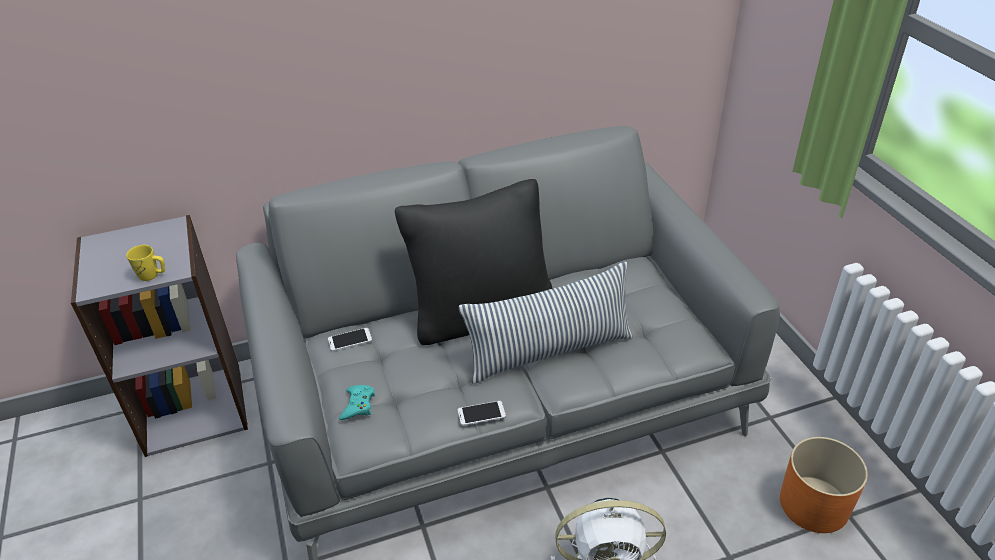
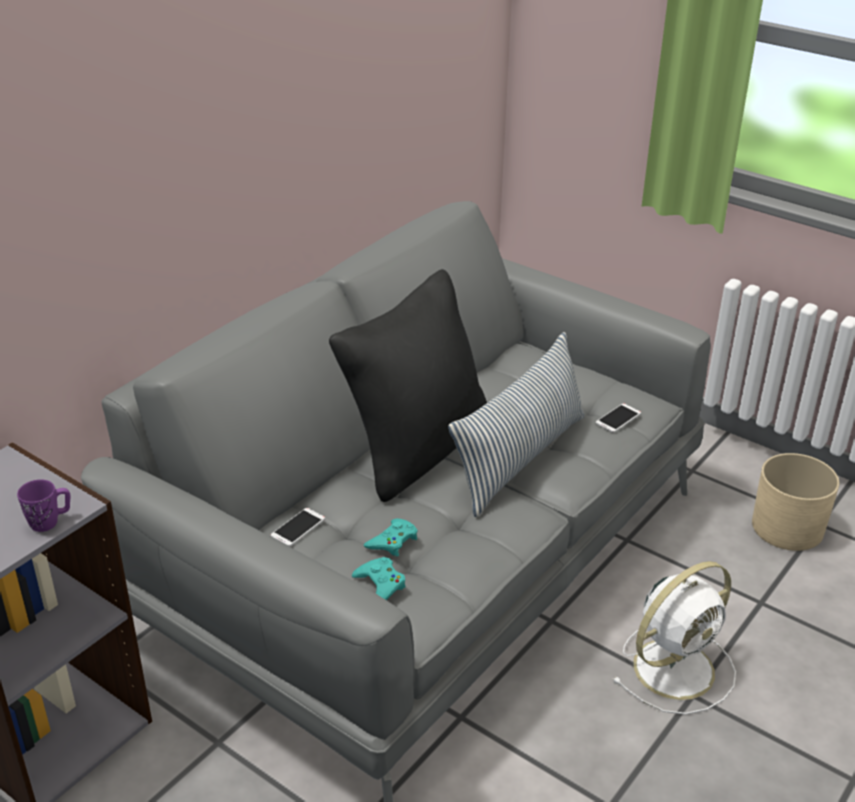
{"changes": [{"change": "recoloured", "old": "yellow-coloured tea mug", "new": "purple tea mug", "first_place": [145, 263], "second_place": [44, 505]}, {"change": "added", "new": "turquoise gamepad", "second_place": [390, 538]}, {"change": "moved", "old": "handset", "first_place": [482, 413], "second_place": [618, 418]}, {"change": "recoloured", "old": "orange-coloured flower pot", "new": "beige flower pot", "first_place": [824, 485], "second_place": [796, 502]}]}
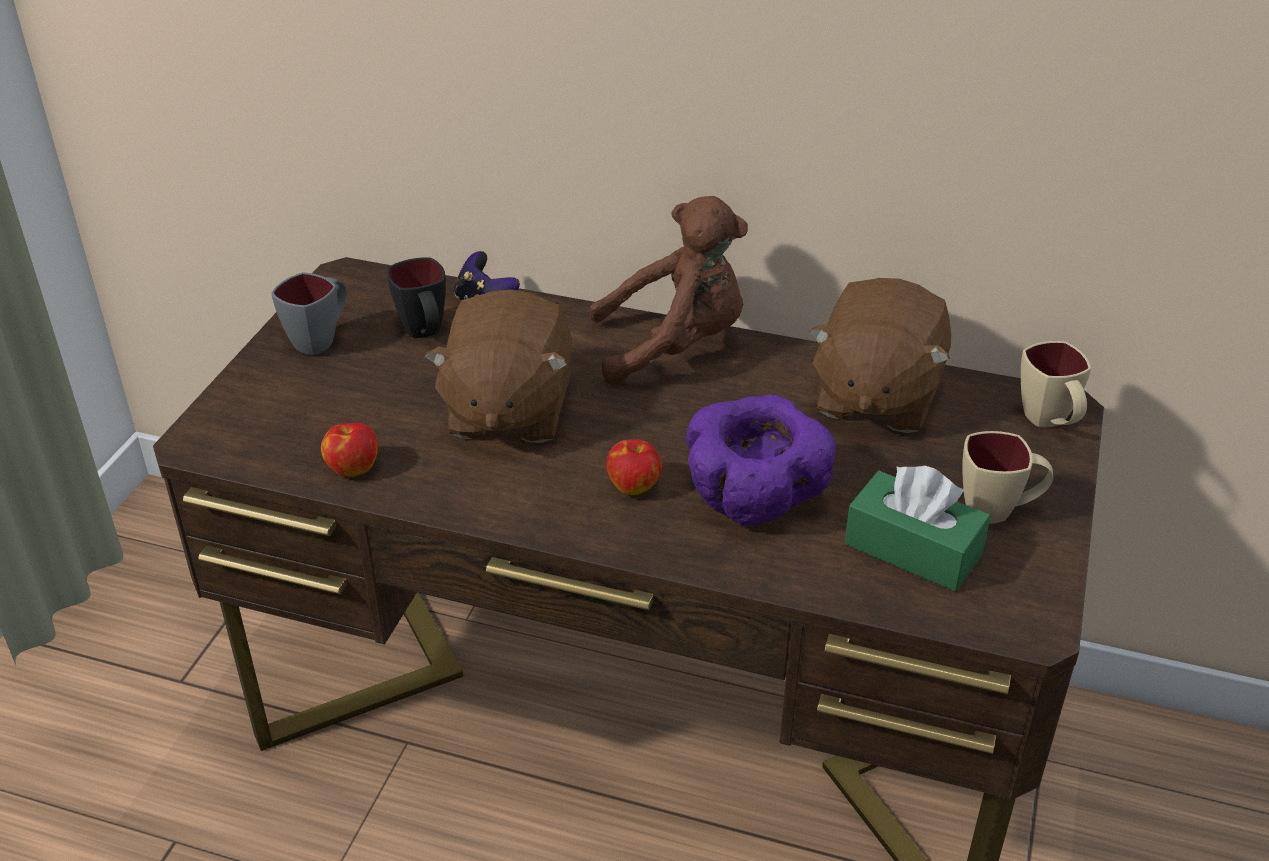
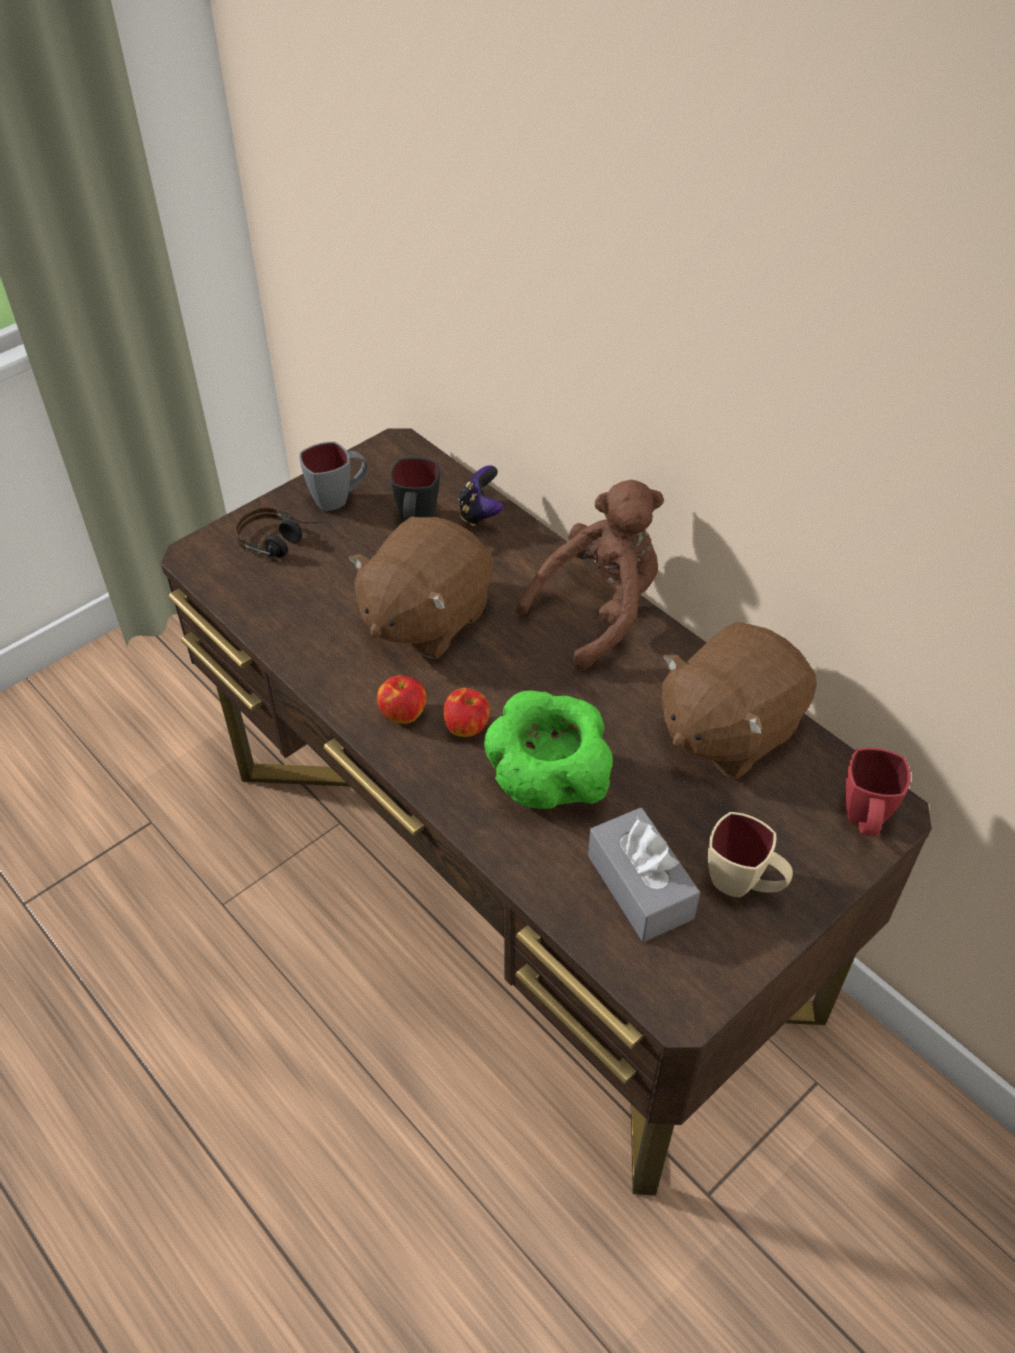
{"changes": [{"change": "added", "new": "headset", "second_place": [284, 532]}, {"change": "moved", "old": "apple fruit", "first_place": [349, 450], "second_place": [401, 699]}, {"change": "recoloured", "old": "purple serving bowl", "new": "green-coloured serving bowl", "first_place": [761, 460], "second_place": [548, 749]}, {"change": "turned", "old": "brown cuddly toy", "first_place": [668, 290], "second_place": [590, 575], "degrees": -60}, {"change": "recoloured", "old": "green-coloured box of tissues", "new": "grey box of tissues", "first_place": [918, 529], "second_place": [644, 874]}, {"change": "recoloured", "old": "beige tea mug", "new": "reddish tea mug", "first_place": [1056, 384], "second_place": [878, 792]}]}
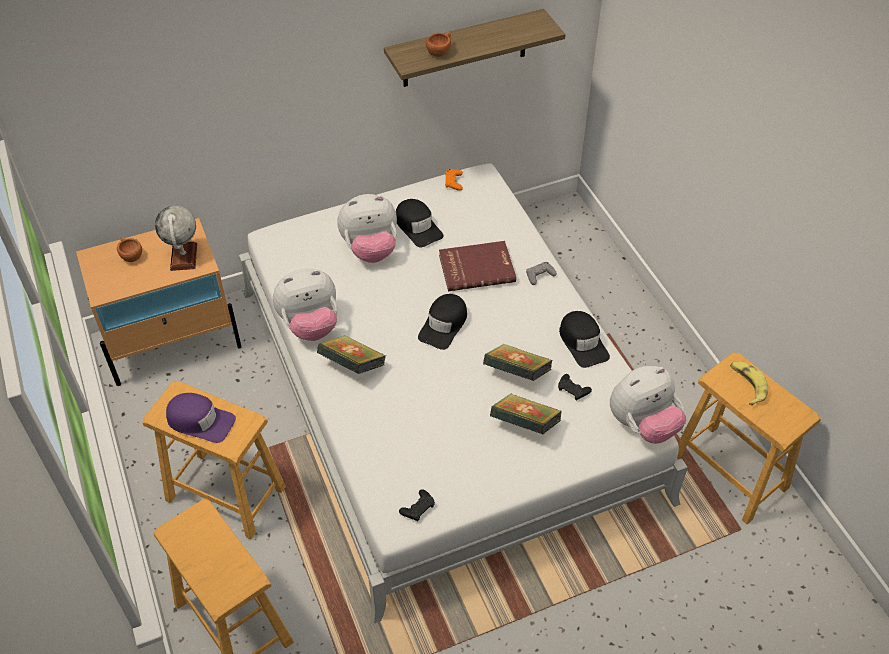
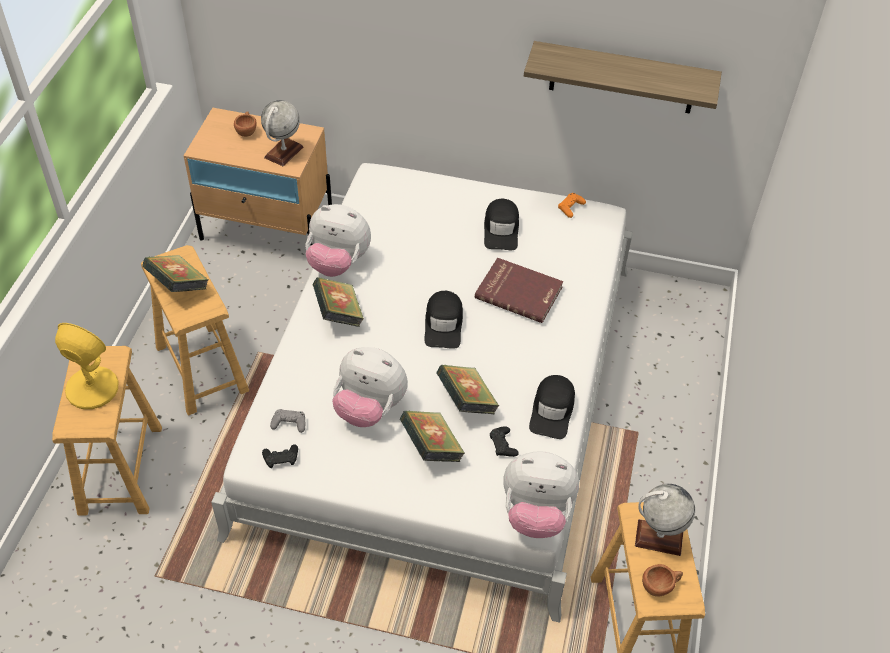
{"changes": [{"change": "added", "new": "yellow-coloured lamp for a table", "second_place": [87, 366]}, {"change": "replaced", "old": "purple baseball cap", "new": "book", "first_place": [201, 418], "second_place": [175, 273]}, {"change": "moved", "old": "grey gamepad", "first_place": [541, 273], "second_place": [287, 421]}, {"change": "moved", "old": "cuddly toy", "first_place": [367, 228], "second_place": [369, 387]}, {"change": "turned", "old": "black-coloured baseball cap", "first_place": [442, 322], "second_place": [443, 320], "degrees": -60}, {"change": "replaced", "old": "banana", "new": "desk globe", "first_place": [749, 383], "second_place": [665, 520]}, {"change": "moved", "old": "brown cup", "first_place": [438, 44], "second_place": [662, 580]}]}
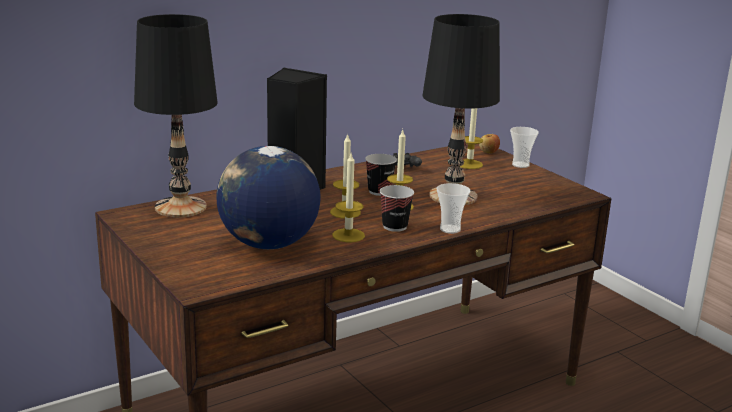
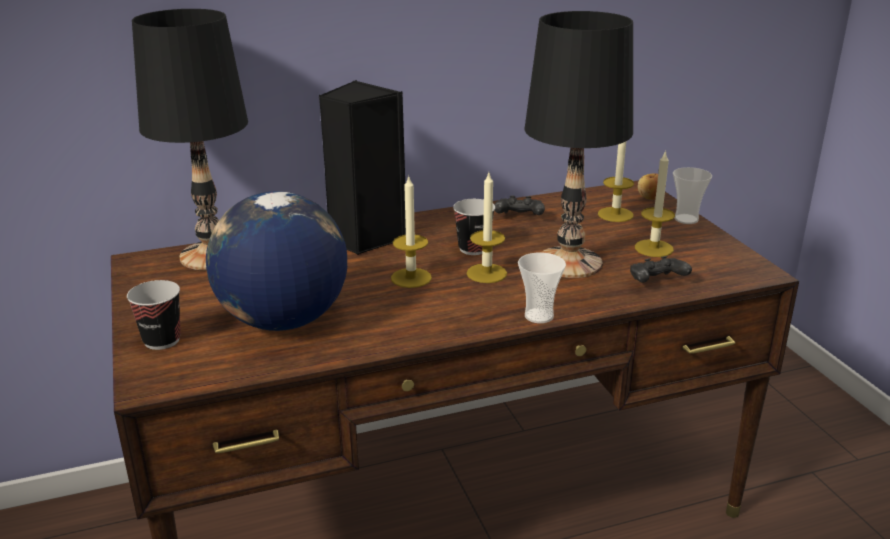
{"changes": [{"change": "moved", "old": "cup", "first_place": [397, 208], "second_place": [154, 315]}, {"change": "added", "new": "black-coloured gamepad", "second_place": [661, 269]}, {"change": "moved", "old": "wax light", "first_place": [348, 198], "second_place": [655, 203]}]}
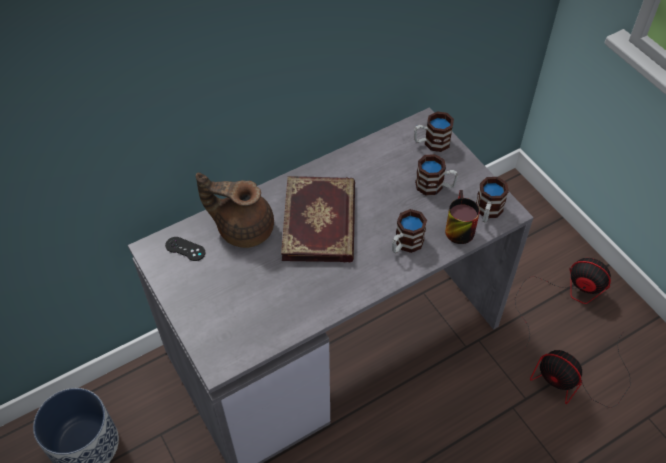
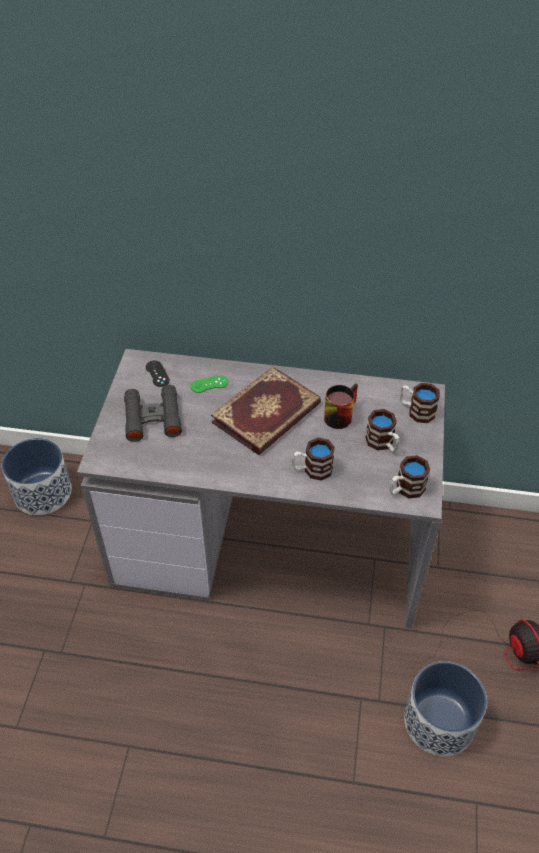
{"changes": [{"change": "added", "new": "black-coloured pair of binoculars", "second_place": [153, 413]}, {"change": "replaced", "old": "brown pot for tea", "new": "green-coloured gamepad", "first_place": [235, 210], "second_place": [209, 384]}, {"change": "moved", "old": "tea mug", "first_place": [462, 217], "second_place": [341, 406]}, {"change": "replaced", "old": "cooling fan", "new": "flower pot", "first_place": [580, 369], "second_place": [445, 709]}]}
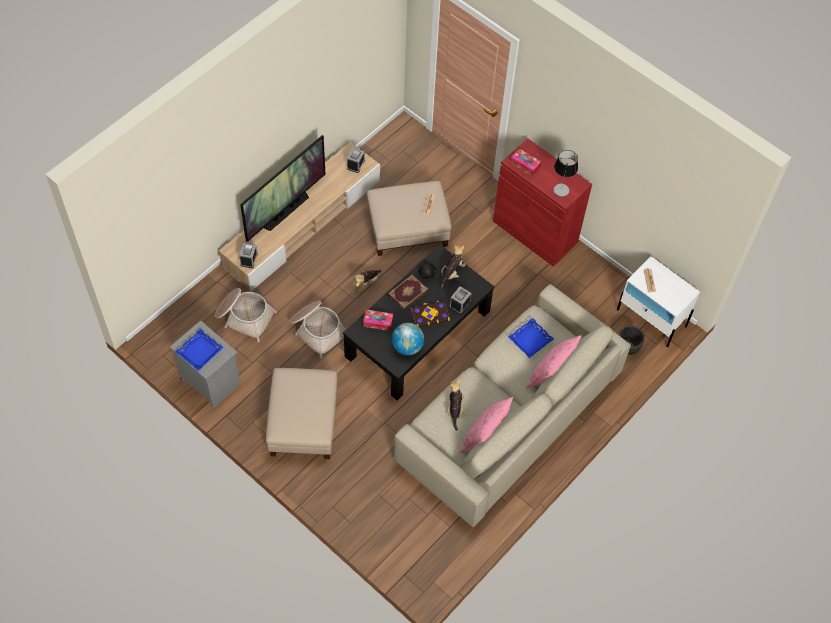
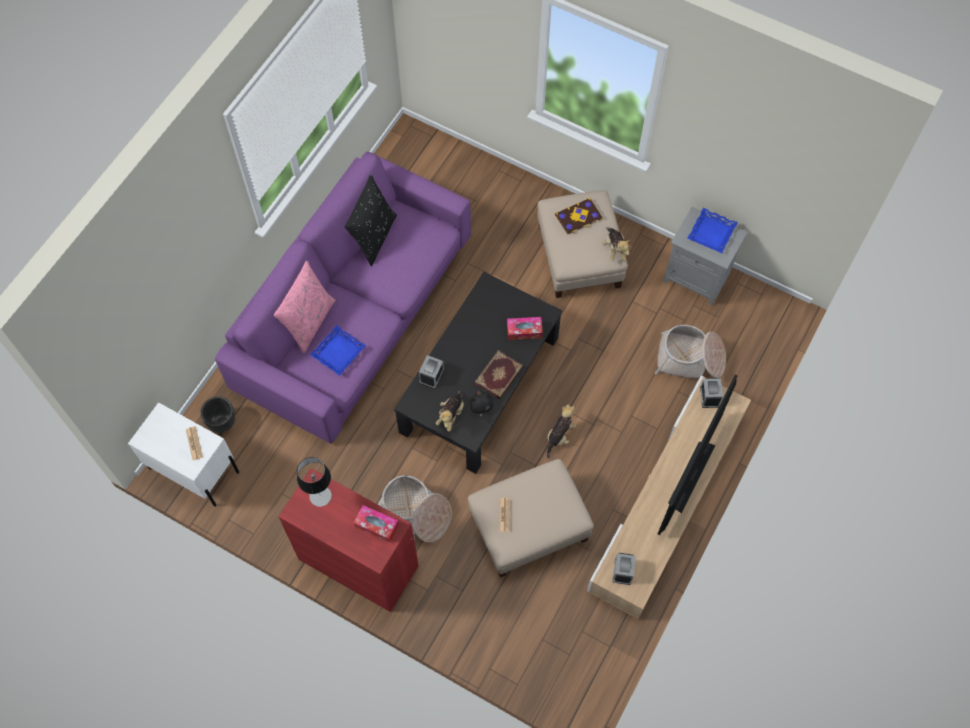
{"changes": [{"change": "recoloured", "old": "beige settee", "new": "purple settee", "first_place": [512, 405], "second_place": [343, 297]}, {"change": "recoloured", "old": "pinkish cushion", "new": "black-coloured cushion", "first_place": [487, 425], "second_place": [370, 220]}, {"change": "moved", "old": "basket", "first_place": [317, 330], "second_place": [415, 509]}, {"change": "moved", "old": "book", "first_place": [430, 314], "second_place": [578, 216]}, {"change": "moved", "old": "cuddly toy", "first_place": [456, 405], "second_place": [616, 244]}, {"change": "removed", "old": "desk globe", "first_place": [408, 339]}]}
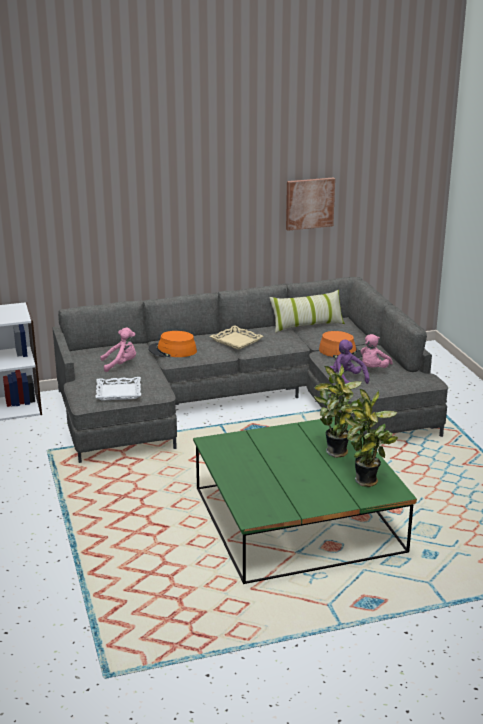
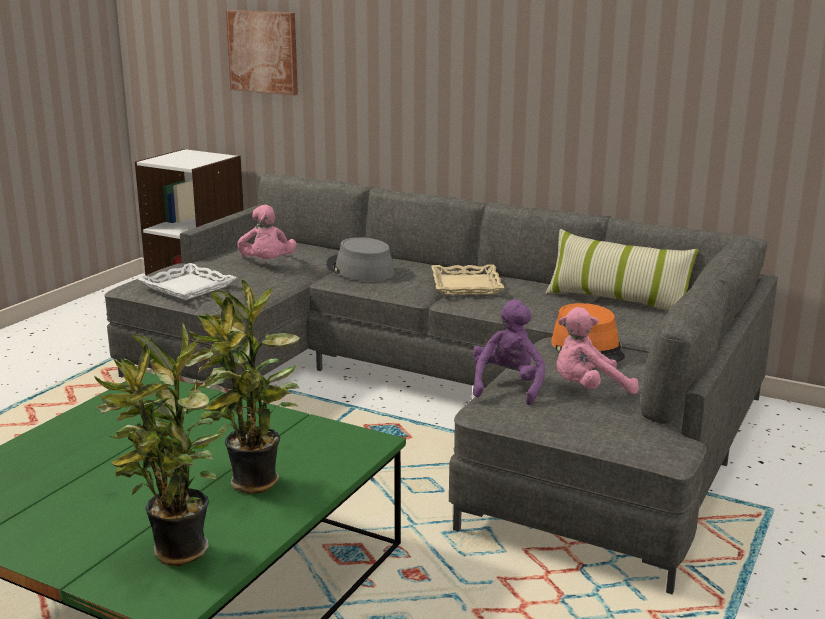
{"changes": [{"change": "moved", "old": "picture", "first_place": [310, 204], "second_place": [262, 52]}, {"change": "turned", "old": "pinkish cuddly toy", "first_place": [118, 350], "second_place": [267, 232], "degrees": 45}, {"change": "recoloured", "old": "orange-coloured hat", "new": "grey hat", "first_place": [172, 344], "second_place": [360, 259]}]}
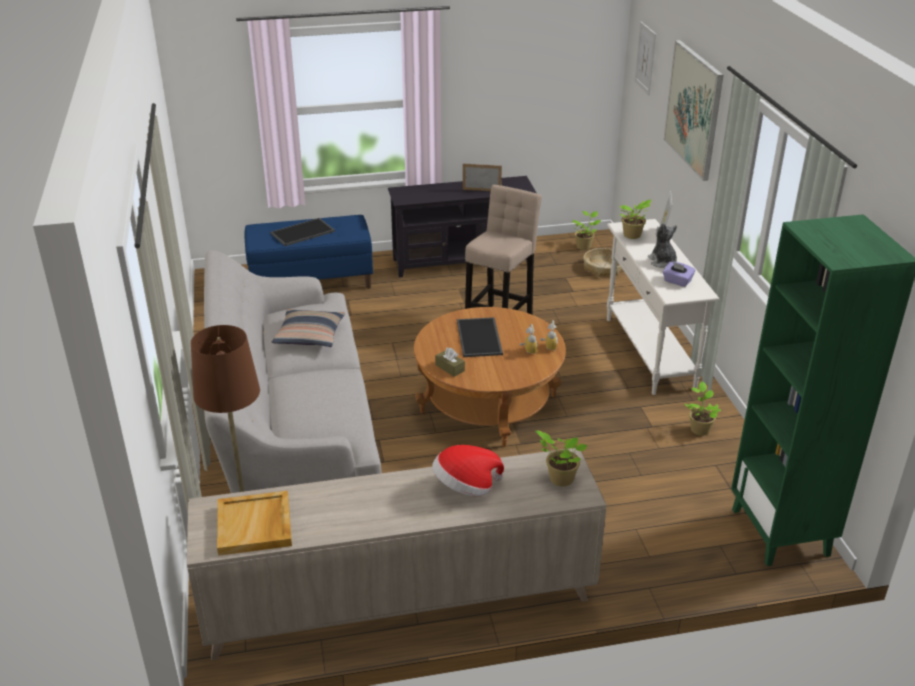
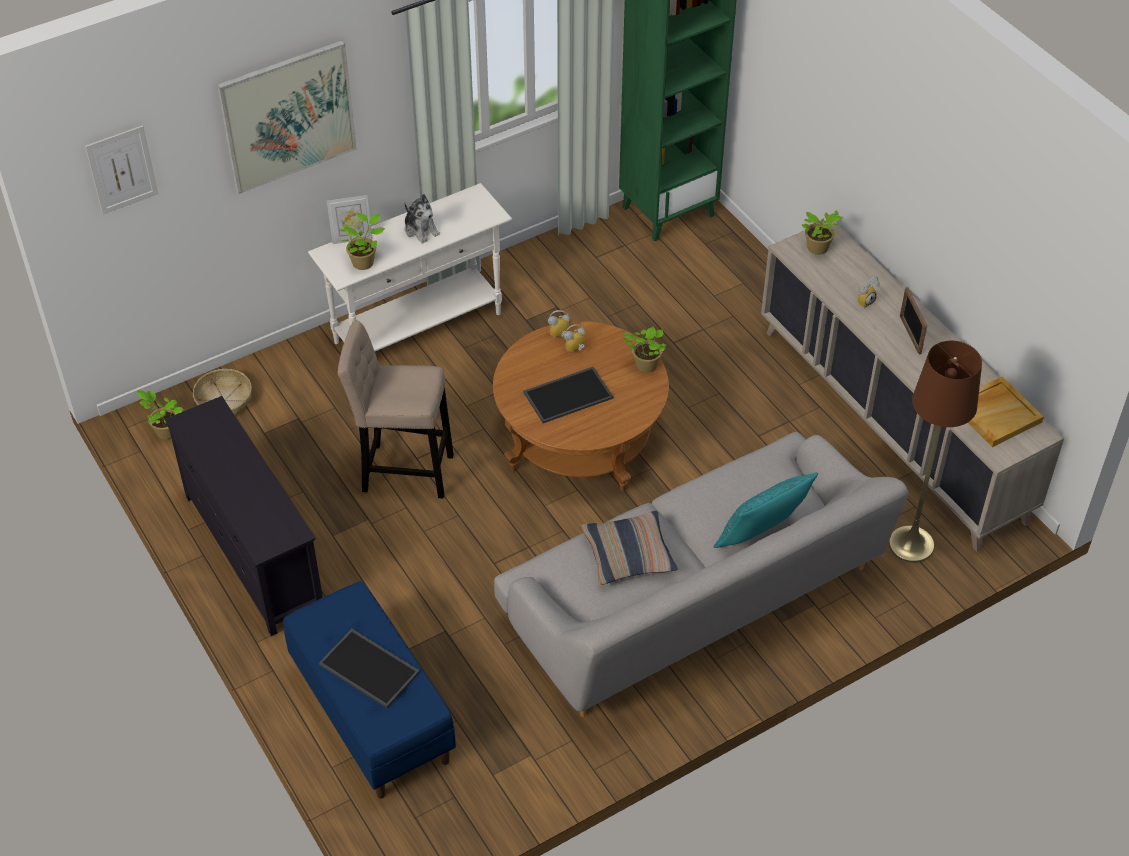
{"changes": [{"change": "turned", "old": "cuddly toy", "first_place": [662, 245], "second_place": [422, 219], "degrees": -90}, {"change": "moved", "old": "potted plant", "first_place": [703, 408], "second_place": [644, 350]}, {"change": "added", "new": "turquoise cushion", "second_place": [766, 510]}, {"change": "replaced", "old": "hat", "new": "table clock", "first_place": [468, 470], "second_place": [868, 292]}, {"change": "moved", "old": "photo frame", "first_place": [482, 177], "second_place": [913, 321]}, {"change": "removed", "old": "brown box of tissues", "first_place": [450, 362]}, {"change": "removed", "old": "purple box of tissues", "first_place": [679, 274]}]}
